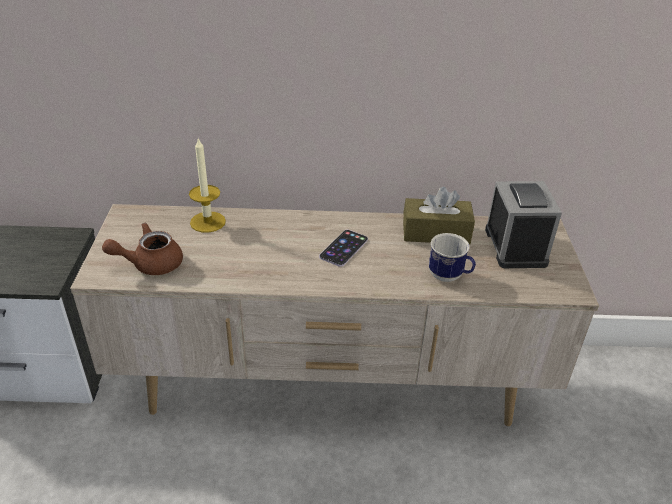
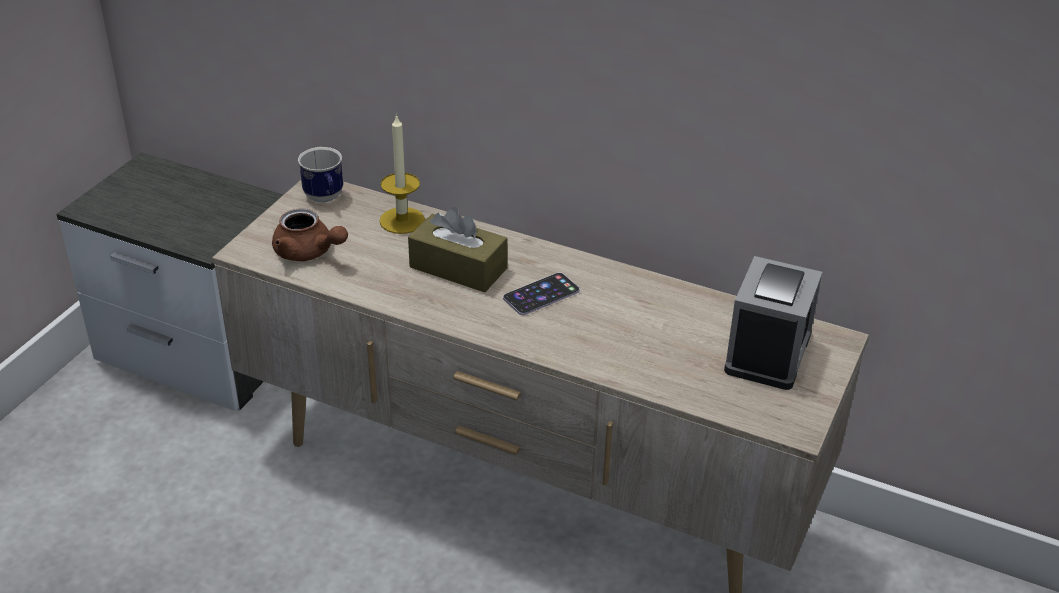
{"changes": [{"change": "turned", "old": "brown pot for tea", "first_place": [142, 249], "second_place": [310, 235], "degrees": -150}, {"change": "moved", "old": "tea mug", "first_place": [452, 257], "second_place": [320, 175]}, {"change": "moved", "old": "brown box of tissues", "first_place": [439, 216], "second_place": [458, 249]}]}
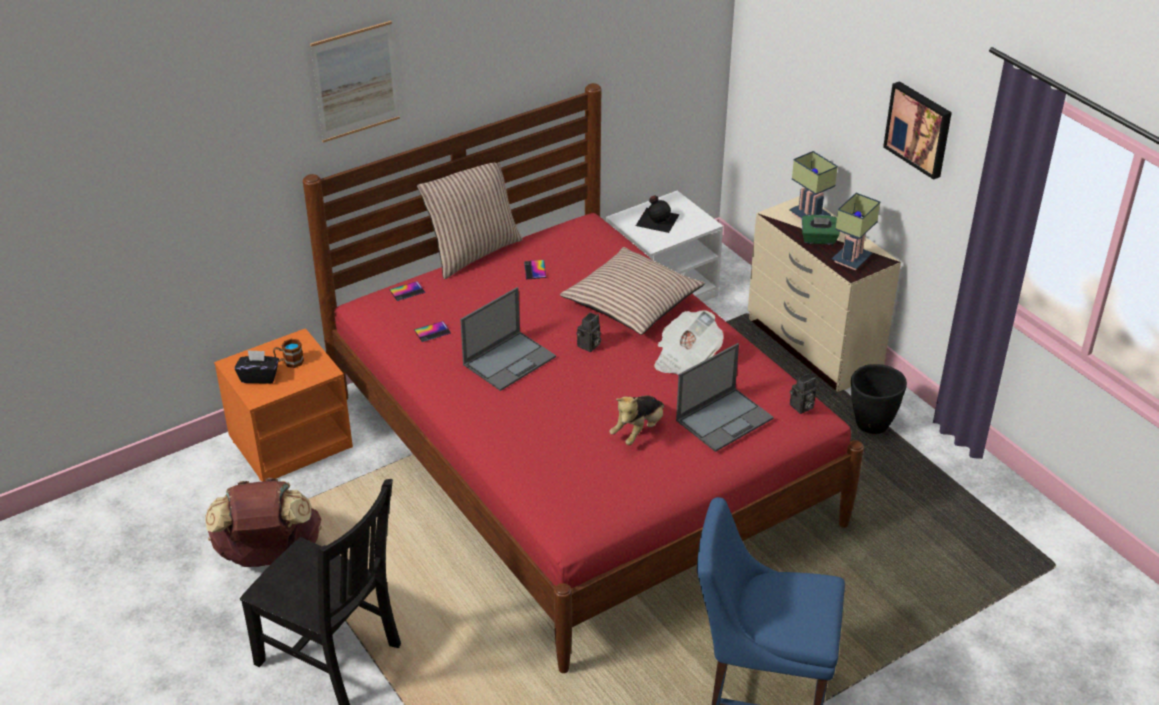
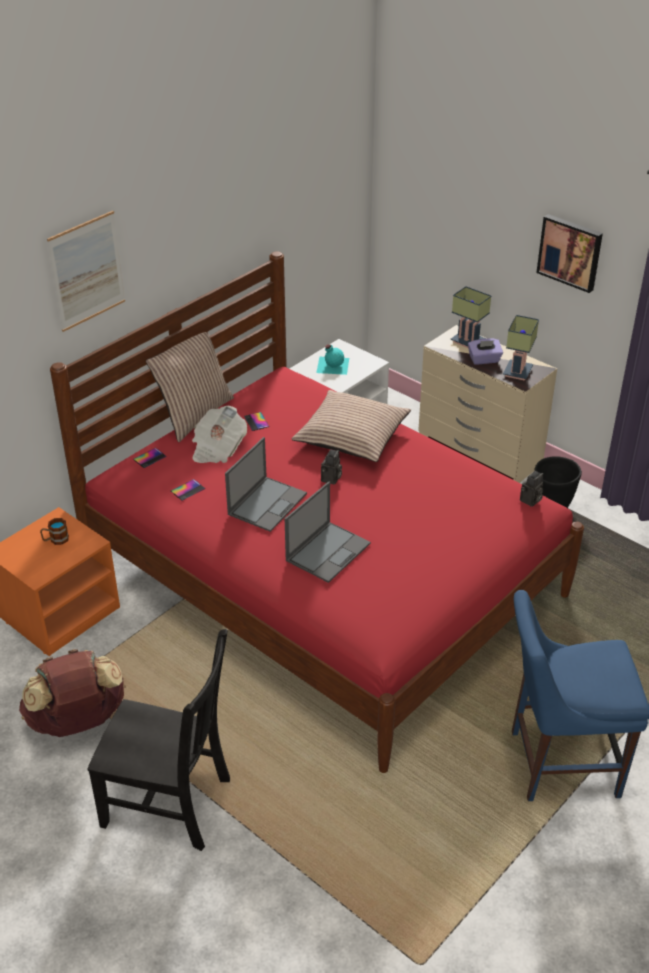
{"changes": [{"change": "moved", "old": "printed paper", "first_place": [689, 342], "second_place": [219, 434]}, {"change": "moved", "old": "notebook computer", "first_place": [725, 397], "second_place": [328, 532]}, {"change": "recoloured", "old": "black-coloured bottle", "new": "turquoise bottle", "first_place": [658, 214], "second_place": [332, 359]}, {"change": "recoloured", "old": "green-coloured box of tissues", "new": "purple box of tissues", "first_place": [821, 230], "second_place": [485, 352]}, {"change": "removed", "old": "black-coloured box of tissues", "first_place": [256, 367]}, {"change": "removed", "old": "cuddly toy", "first_place": [636, 420]}]}
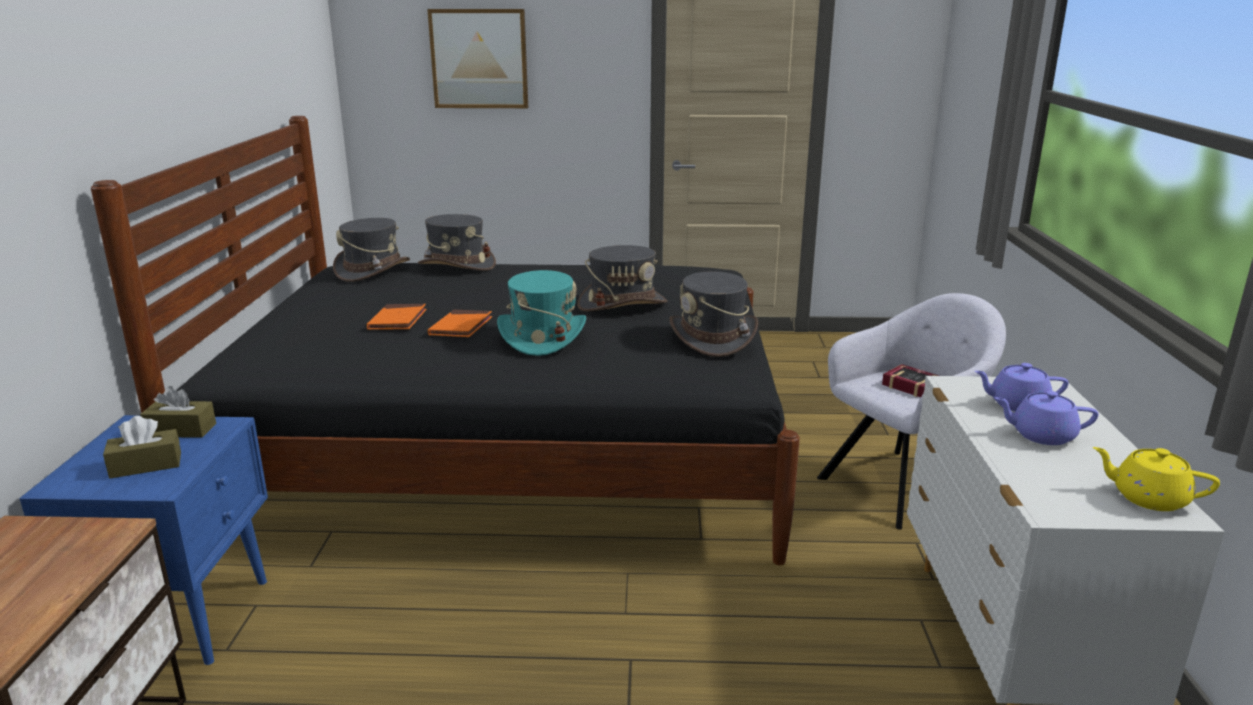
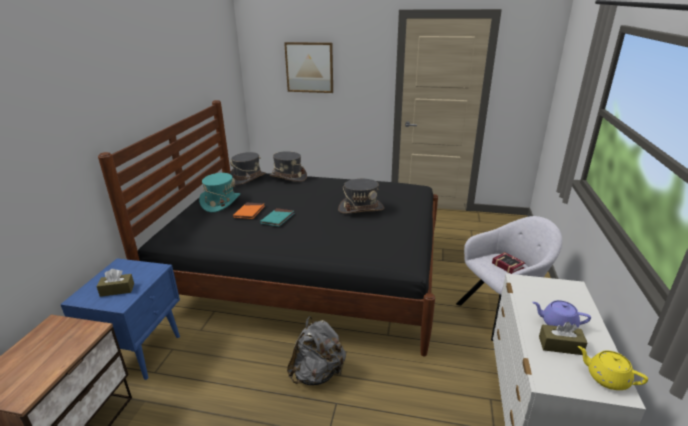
{"changes": [{"change": "moved", "old": "turquoise hat", "first_place": [541, 313], "second_place": [219, 192]}, {"change": "recoloured", "old": "orange-coloured book", "new": "turquoise book", "first_place": [460, 323], "second_place": [277, 217]}, {"change": "added", "new": "grey rucksack", "second_place": [316, 351]}, {"change": "moved", "old": "brown box of tissues", "first_place": [178, 412], "second_place": [563, 338]}, {"change": "removed", "old": "grey hat", "first_place": [713, 314]}, {"change": "removed", "old": "purple pot for tea", "first_place": [1021, 387]}]}
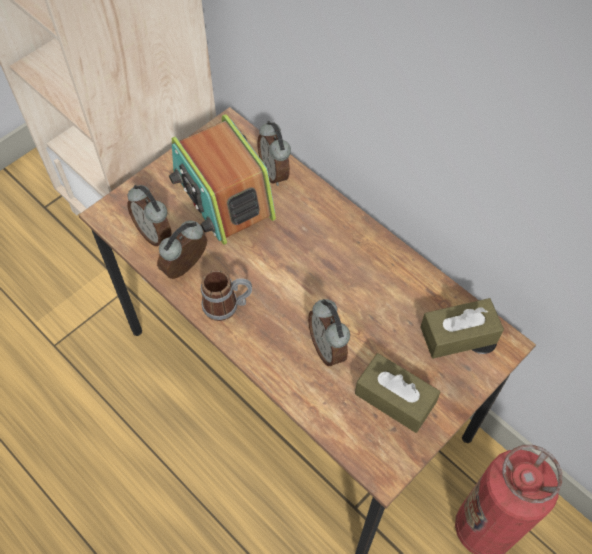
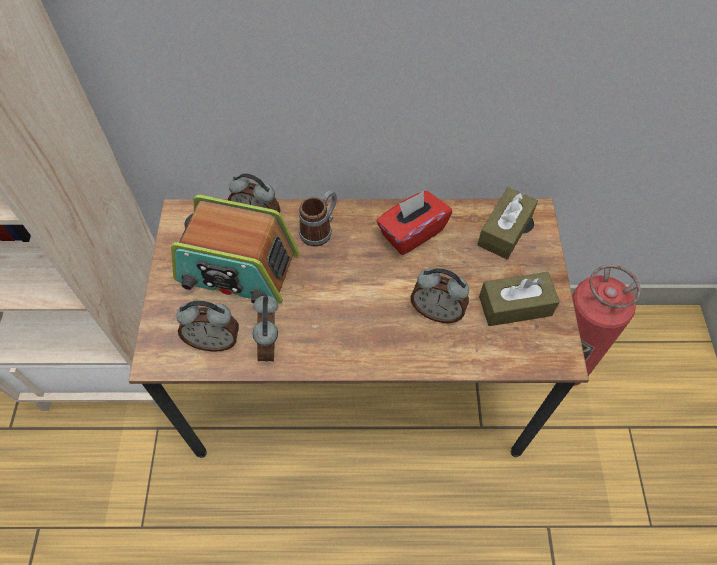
{"changes": [{"change": "moved", "old": "tea mug", "first_place": [226, 295], "second_place": [318, 218]}, {"change": "added", "new": "reddish box of tissues", "second_place": [414, 223]}]}
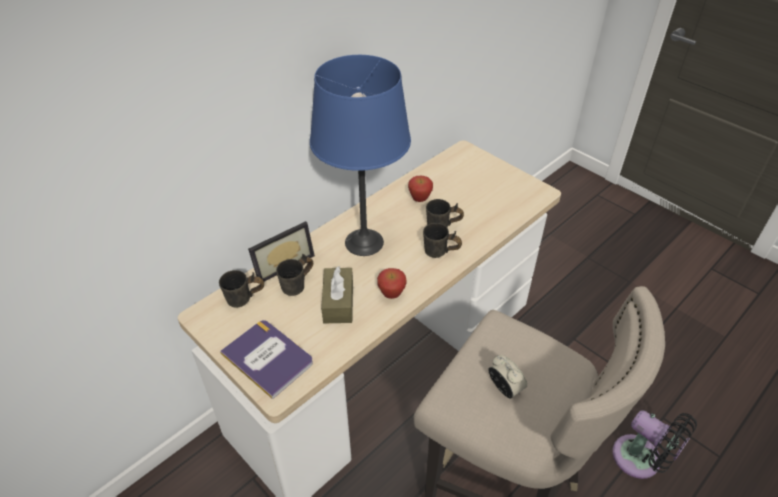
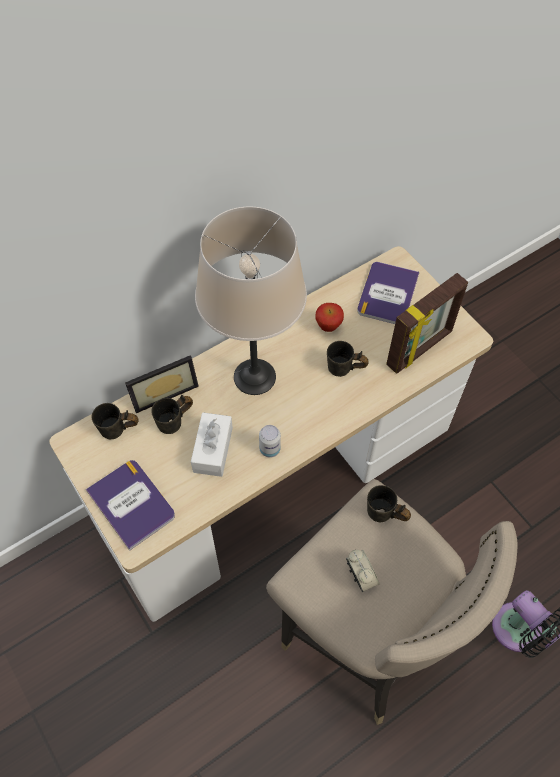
{"changes": [{"change": "recoloured", "old": "brown box of tissues", "new": "whitish box of tissues", "first_place": [337, 294], "second_place": [212, 445]}, {"change": "recoloured", "old": "blue lamp for a table", "new": "beige lamp for a table", "first_place": [360, 155], "second_place": [251, 300]}, {"change": "replaced", "old": "apple fruit", "new": "metal can", "first_place": [392, 283], "second_place": [270, 441]}, {"change": "added", "new": "book", "second_place": [388, 293]}, {"change": "moved", "old": "grey tea mug", "first_place": [442, 240], "second_place": [389, 503]}, {"change": "added", "new": "photo frame", "second_place": [427, 323]}]}
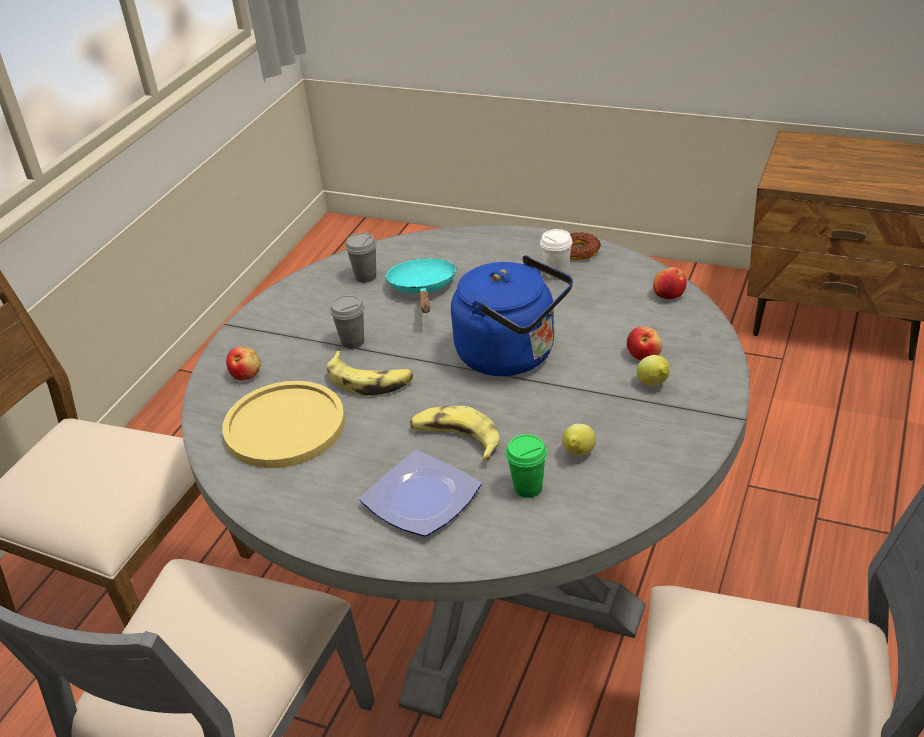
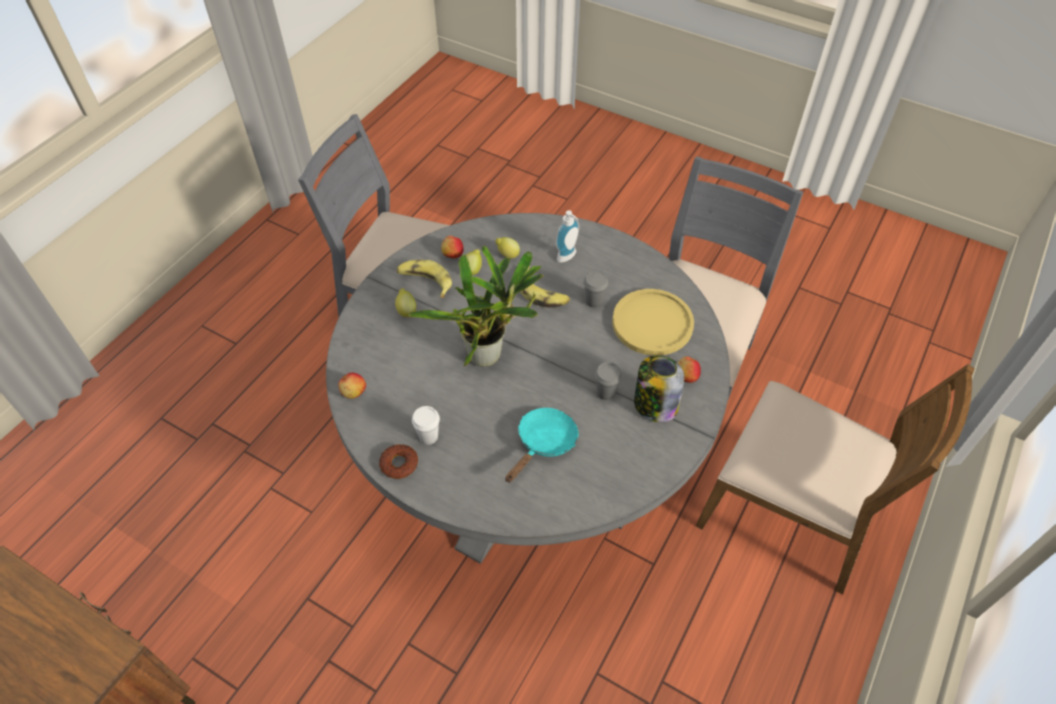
{"changes": [{"change": "moved", "old": "banana", "first_place": [369, 373], "second_place": [424, 278]}, {"change": "replaced", "old": "blue kettle", "new": "potted plant", "first_place": [512, 315], "second_place": [475, 306]}, {"change": "moved", "old": "apple fruit", "first_place": [644, 343], "second_place": [452, 247]}, {"change": "replaced", "old": "green-coloured cup", "new": "citrus fruit", "first_place": [526, 466], "second_place": [507, 248]}, {"change": "turned", "old": "turquoise pan", "first_place": [421, 285], "second_place": [542, 445], "degrees": -150}, {"change": "replaced", "old": "plate", "new": "soap dispenser", "first_place": [421, 493], "second_place": [567, 236]}, {"change": "moved", "old": "grey cup", "first_place": [361, 258], "second_place": [596, 289]}, {"change": "added", "new": "storage jar", "second_place": [659, 389]}]}
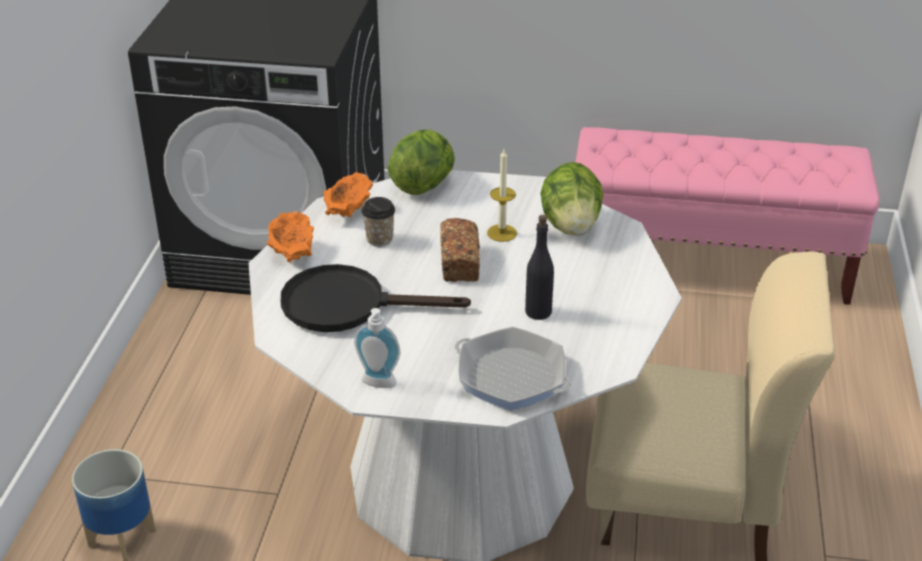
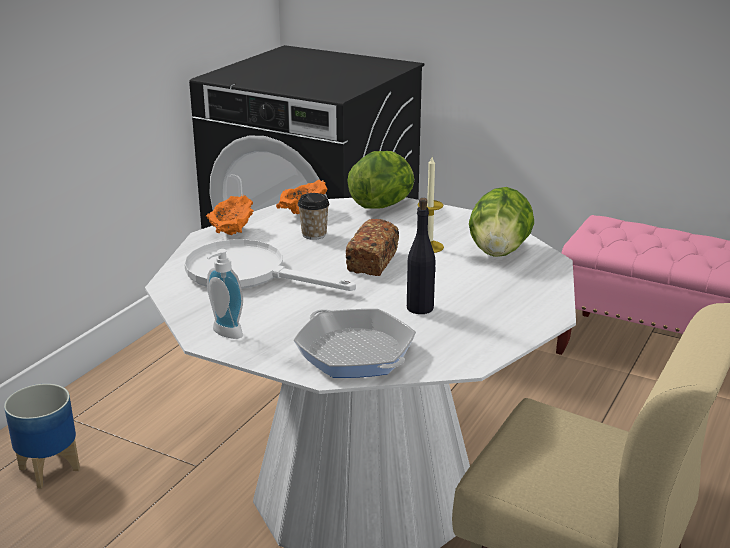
{"changes": [{"change": "recoloured", "old": "black-coloured pan", "new": "whitish pan", "first_place": [376, 298], "second_place": [270, 265]}]}
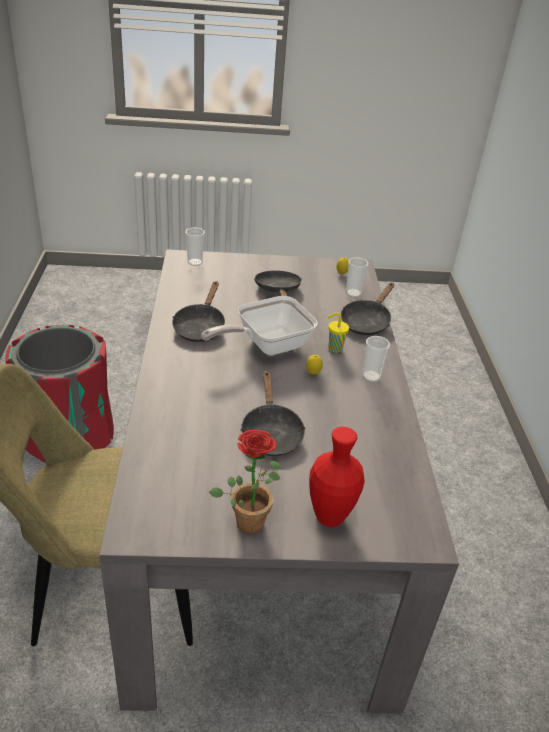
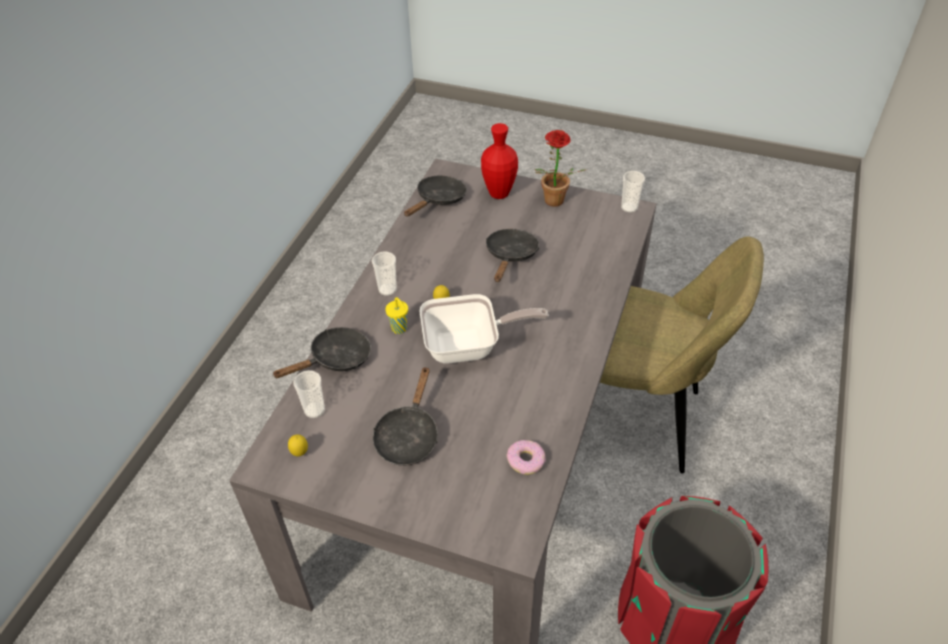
{"changes": [{"change": "moved", "old": "black-coloured pan", "first_place": [198, 311], "second_place": [435, 196]}, {"change": "added", "new": "doughnut", "second_place": [526, 457]}, {"change": "moved", "old": "cup", "first_place": [195, 247], "second_place": [633, 192]}]}
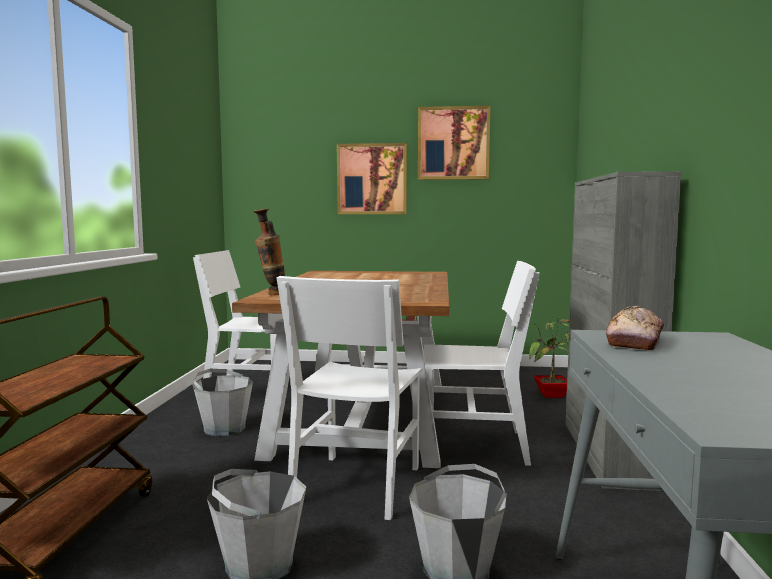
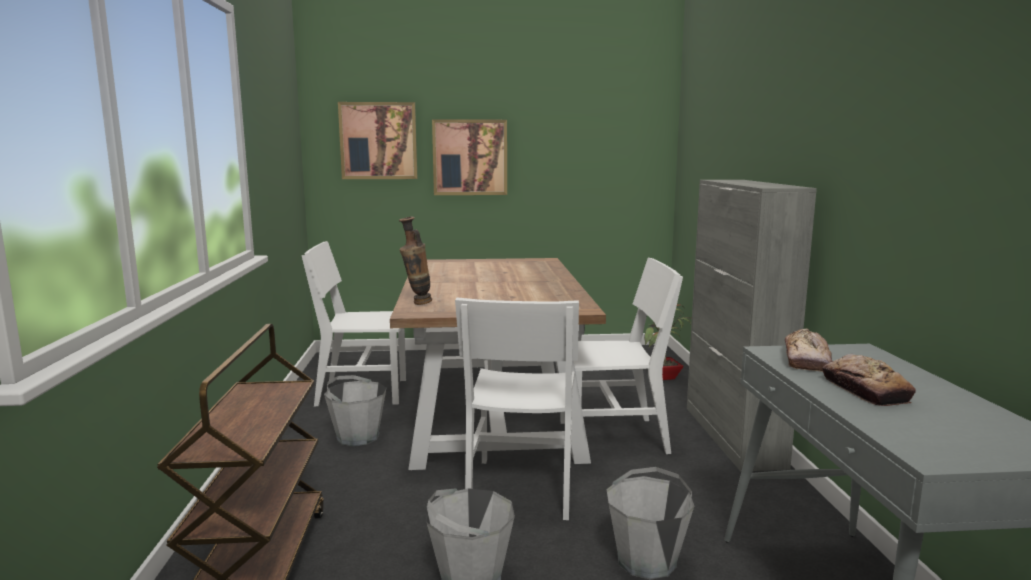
{"changes": [{"change": "moved", "old": "picture", "first_place": [454, 143], "second_place": [377, 140]}, {"change": "added", "new": "baked bread", "second_place": [869, 380]}]}
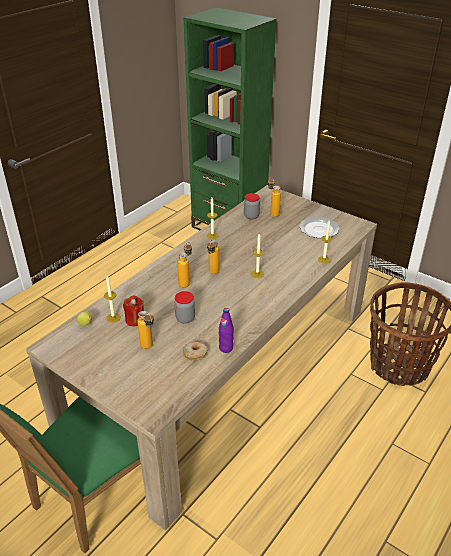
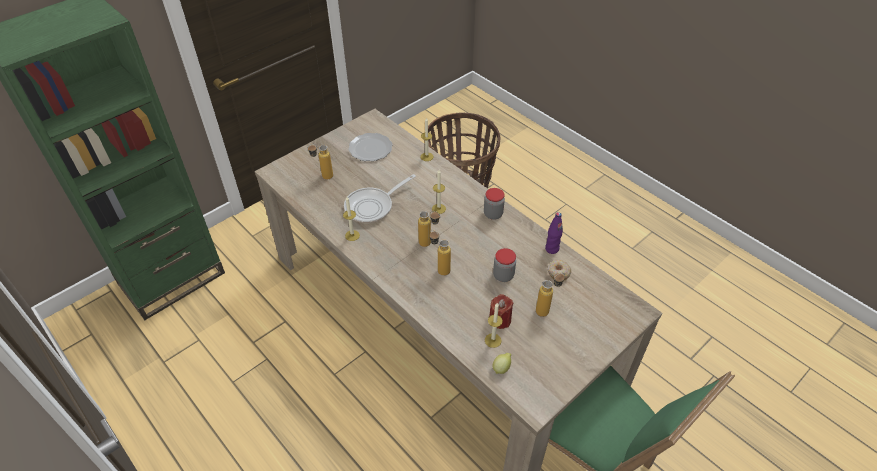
{"changes": [{"change": "added", "new": "pan", "second_place": [380, 198]}, {"change": "moved", "old": "storage jar", "first_place": [252, 206], "second_place": [494, 204]}]}
